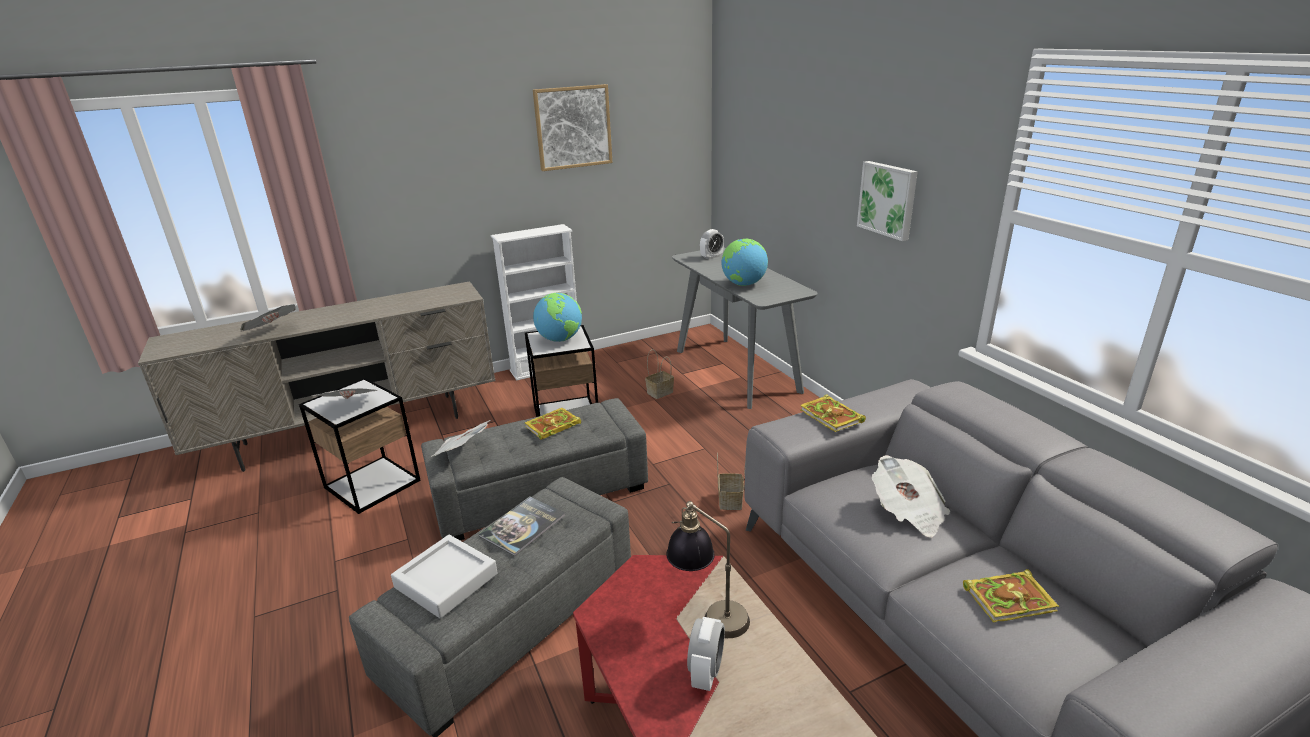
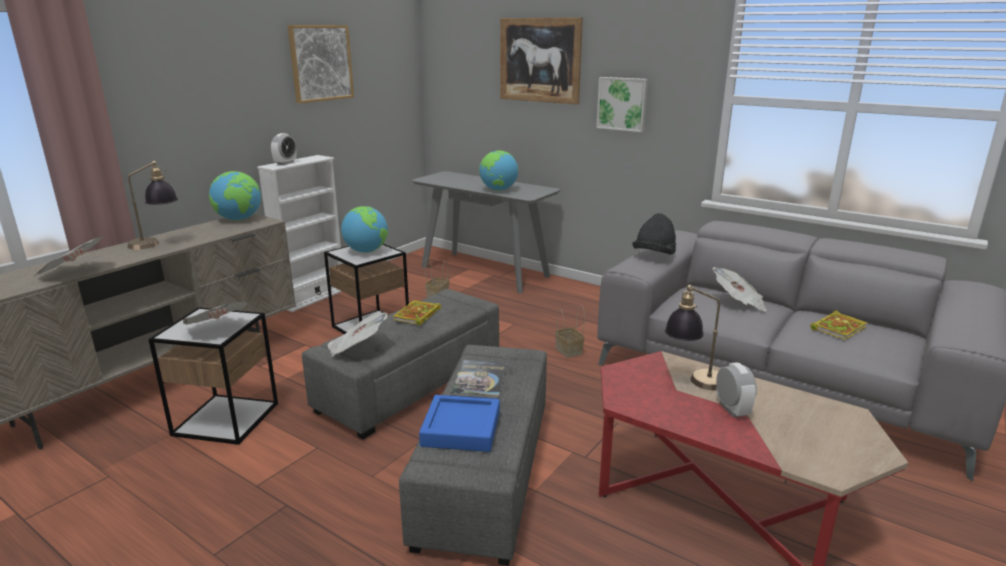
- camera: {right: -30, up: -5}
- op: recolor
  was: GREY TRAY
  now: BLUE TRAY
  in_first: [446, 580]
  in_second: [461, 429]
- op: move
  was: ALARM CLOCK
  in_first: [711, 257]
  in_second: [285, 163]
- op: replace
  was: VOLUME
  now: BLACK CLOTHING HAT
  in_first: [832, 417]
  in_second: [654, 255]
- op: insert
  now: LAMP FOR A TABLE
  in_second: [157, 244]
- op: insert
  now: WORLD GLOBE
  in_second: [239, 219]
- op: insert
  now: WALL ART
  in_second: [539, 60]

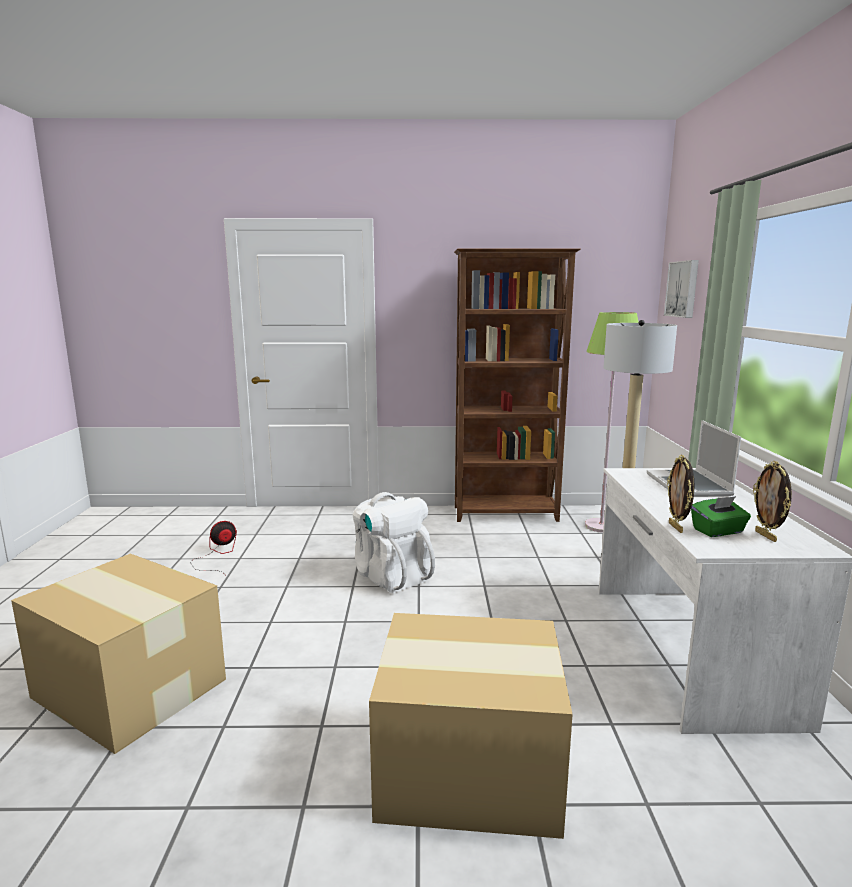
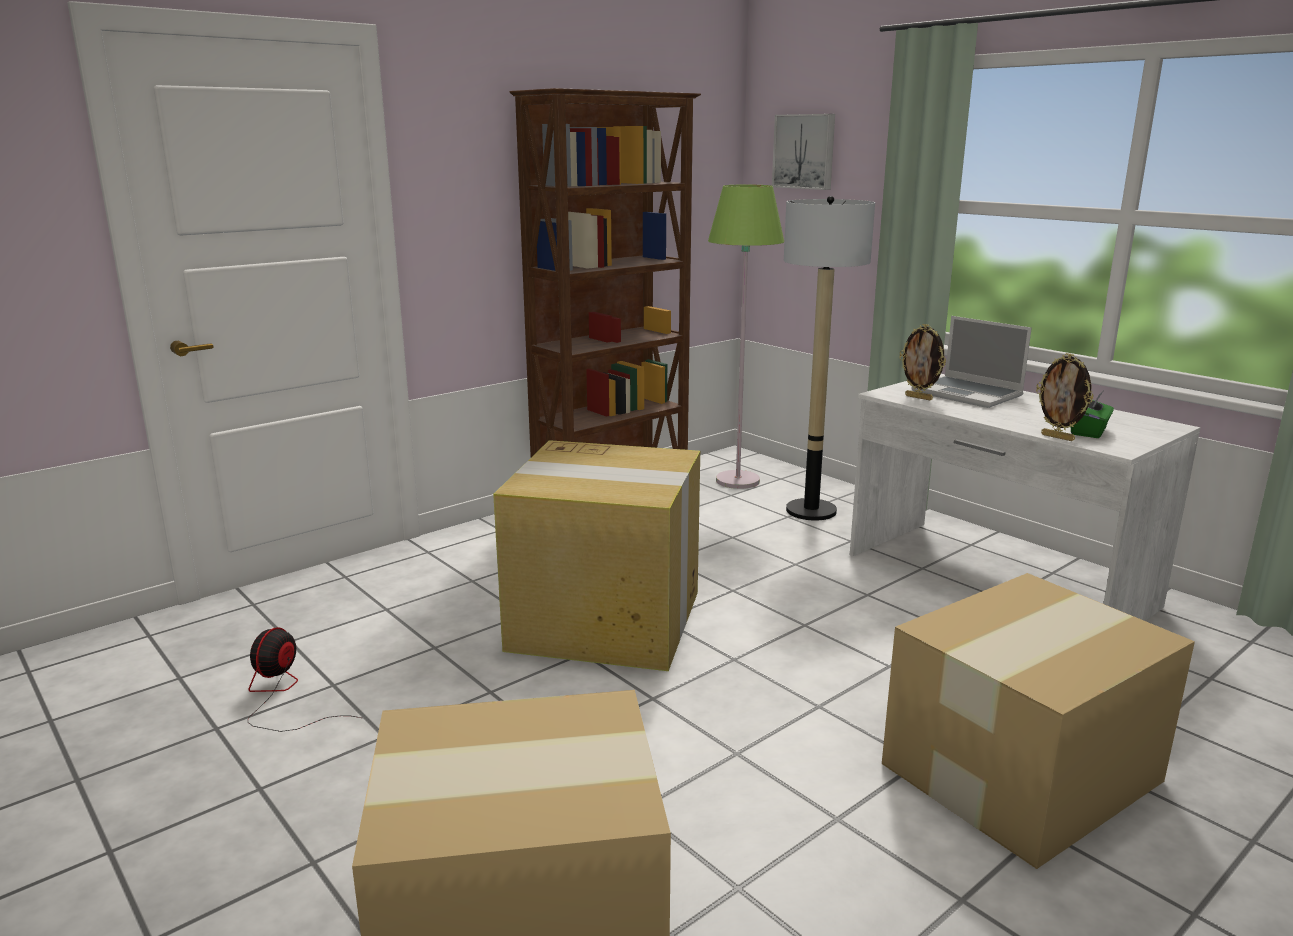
- camera: {right: -40, up: 5}
- op: replace
  was: WHITISH BACKPACK
  now: CARDBOARD BOX
  in_first: [391, 576]
  in_second: [608, 621]
- op: move
  was: PICTURE FRAME
  in_first: [766, 536]
  in_second: [919, 397]

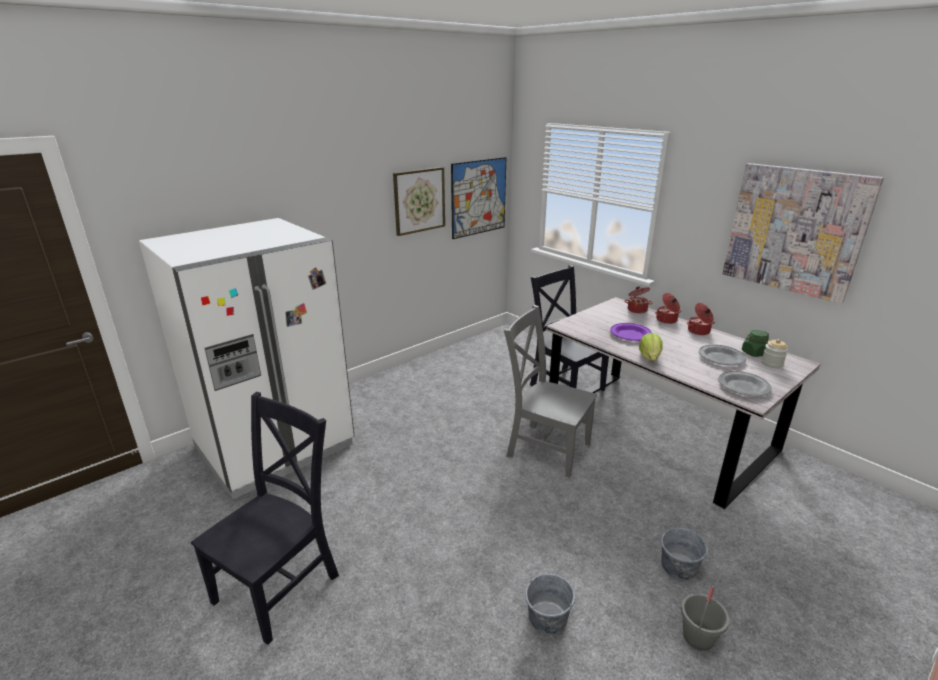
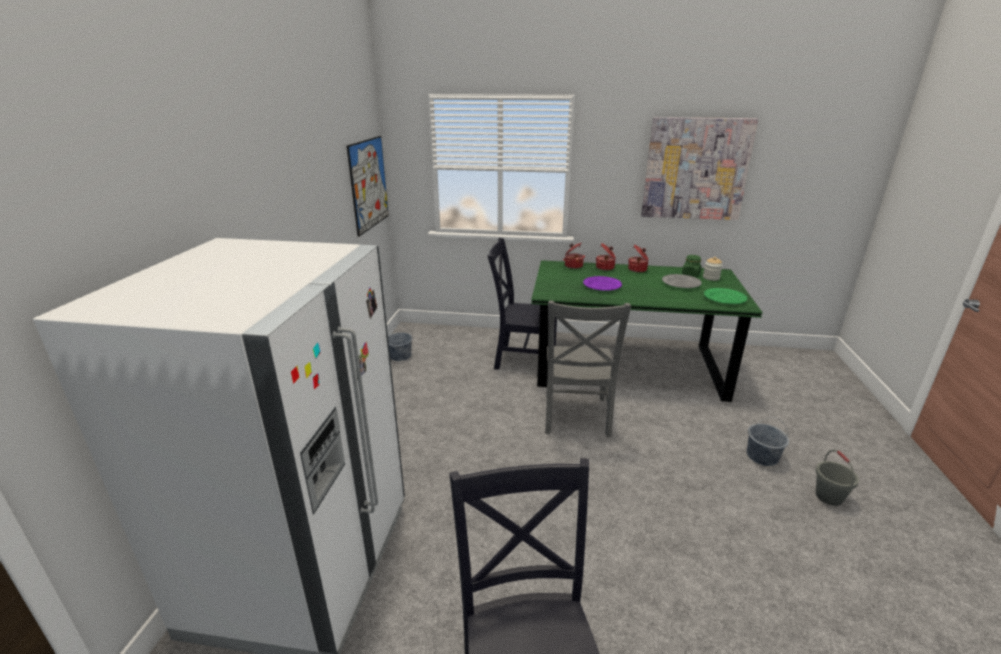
- camera: {right: -40, up: 0}
- op: delete
  was: WALL ART
  in_first: [419, 200]
- op: rotate
  was: GREY CHAIR
  in_first: [545, 448]
  in_second: [576, 417]
  clockwise: -75
- op: move
  was: GREY WATER BUCKET
  in_first: [547, 617]
  in_second: [400, 356]
- op: recolor
  was: GREY DINNER TABLE
  now: GREEN-COLOURED DINNER TABLE
  in_first: [658, 429]
  in_second: [628, 364]
- op: delete
  was: HEAD OF LETTUCE
  in_first: [650, 357]
- op: recolor
  was: GREY FLAT DISH
  now: GREEN-COLOURED FLAT DISH
  in_first: [743, 386]
  in_second: [725, 298]

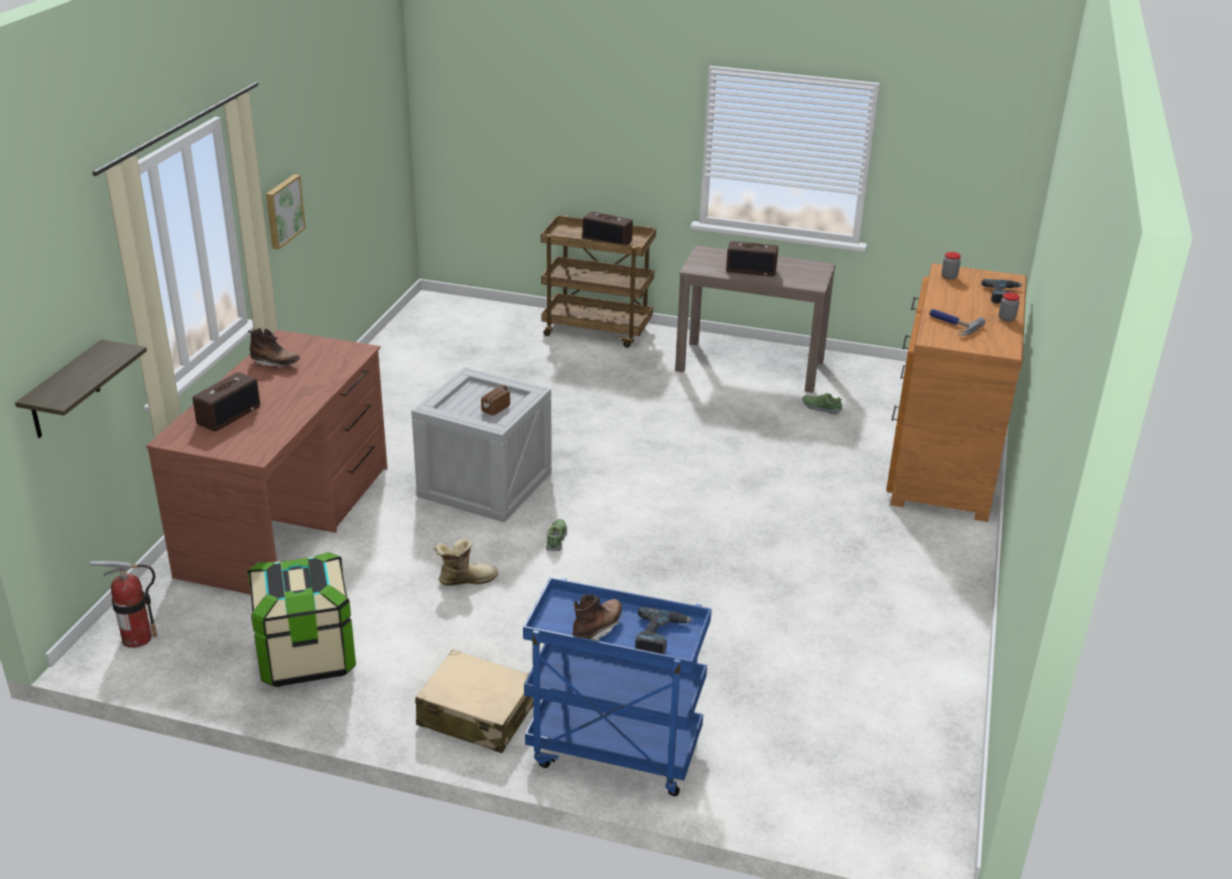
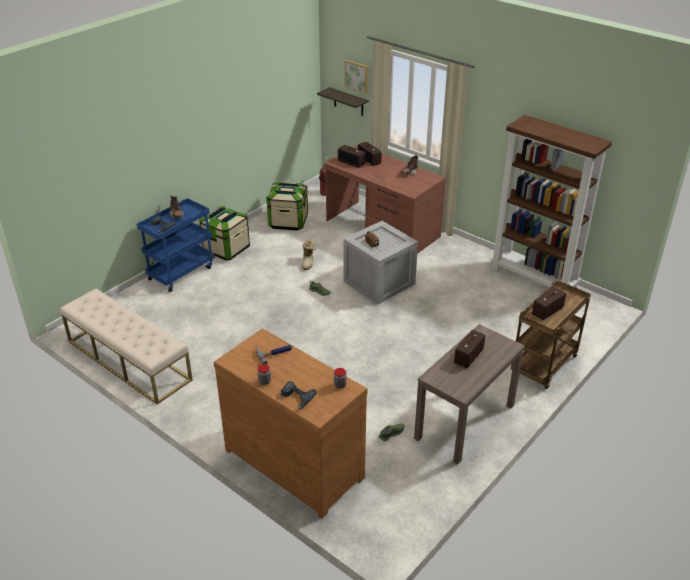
- camera: {right: 115, up: 5}
- op: move
  was: WALL ART
  in_first: [283, 211]
  in_second: [357, 76]
- op: replace
  was: SAND-COLOURED SUITCASE
  now: STORAGE BIN
  in_first: [476, 715]
  in_second: [226, 249]
- op: insert
  now: SAND-COLOURED BENCH
  in_second: [128, 360]
- op: insert
  now: RADIO RECEIVER
  in_second: [351, 162]
- op: insert
  now: BROWNISH BOOKSHELF
  in_second: [534, 279]

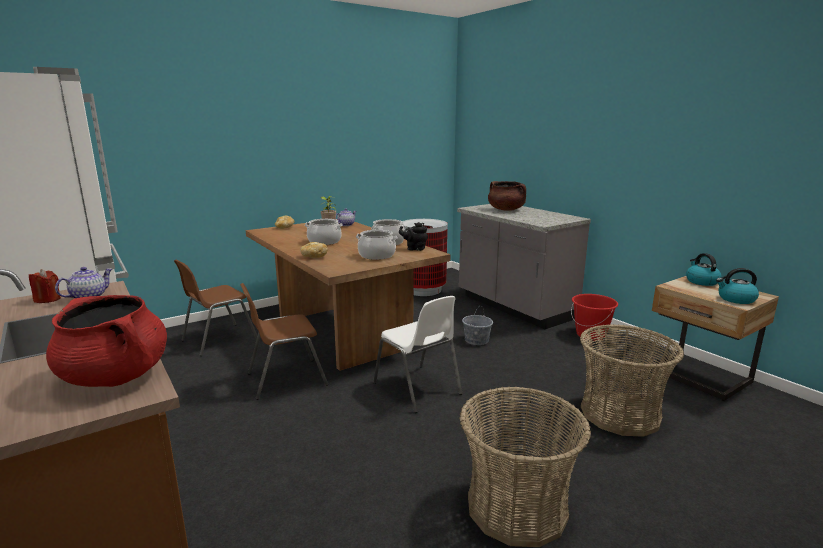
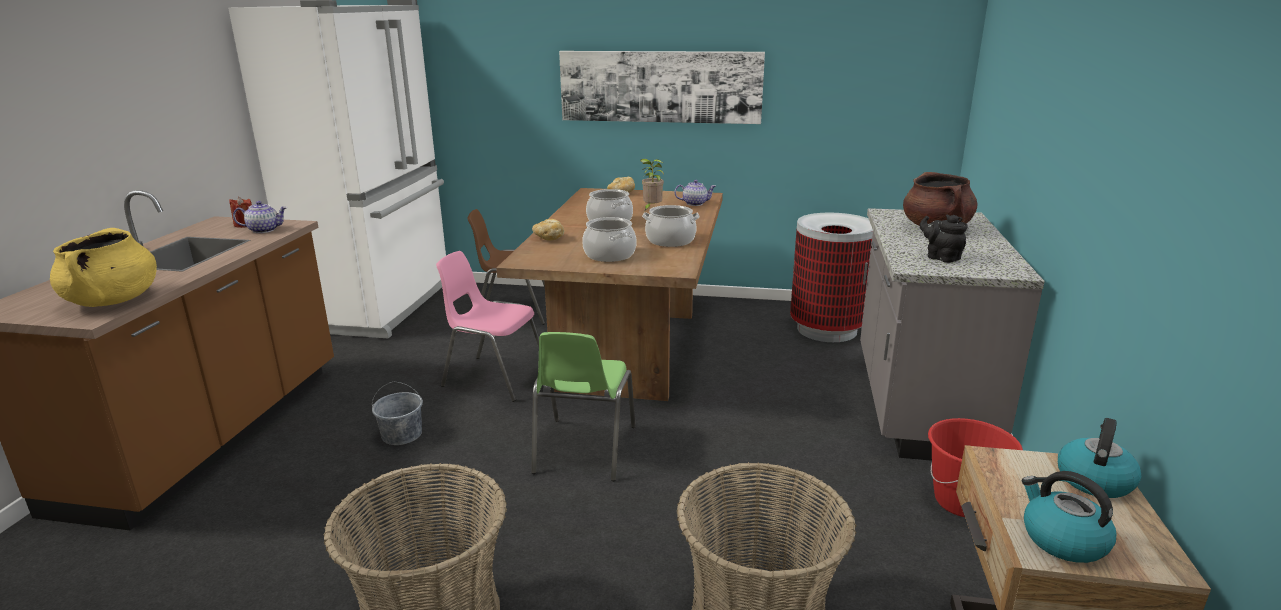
- camera: {right: 45, up: 5}
- op: recolor
  was: RED-COLOURED SAUCEPOT
  now: YELLOWISH SAUCEPOT
  in_first: [116, 377]
  in_second: [113, 301]
- op: recolor
  was: BROWNISH CHAIR
  now: PINK-COLOURED CHAIR
  in_first: [285, 379]
  in_second: [494, 377]
- op: recolor
  was: WHITISH CHAIR
  now: GREEN-COLOURED CHAIR
  in_first: [418, 389]
  in_second: [583, 450]
- op: move
  was: BLACK POT FOR TEA
  in_first: [414, 249]
  in_second: [941, 257]
- op: move
  was: GREY WATER BUCKET
  in_first: [476, 340]
  in_second: [402, 435]
- op: insert
  now: WALL ART
  in_second: [660, 86]

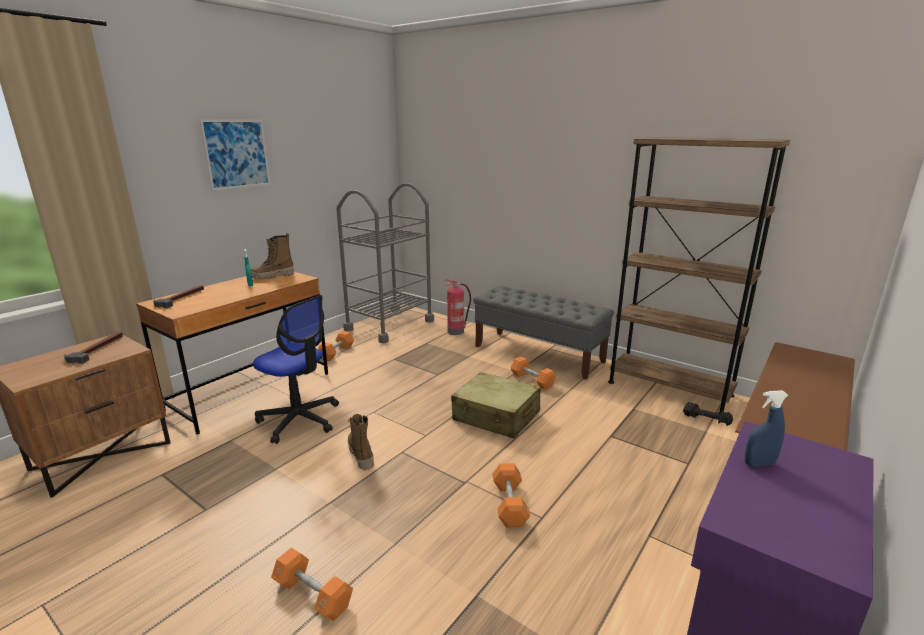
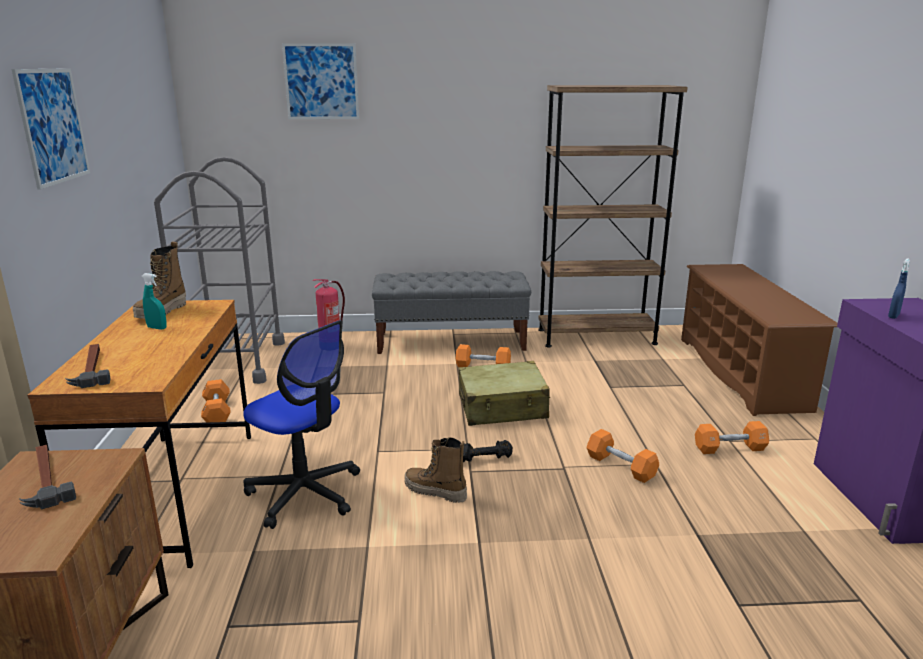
- camera: {right: -40, up: 0}
- op: rotate
  was: DESK CHAIR
  in_first: [299, 420]
  in_second: [305, 493]
  clockwise: 45
- op: move
  was: ORANGE DUMBBELL
  in_first: [313, 594]
  in_second: [729, 448]
- op: move
  was: BLACK DUMBBELL
  in_first: [706, 419]
  in_second: [483, 458]
- op: insert
  now: WALL ART
  in_second: [321, 81]

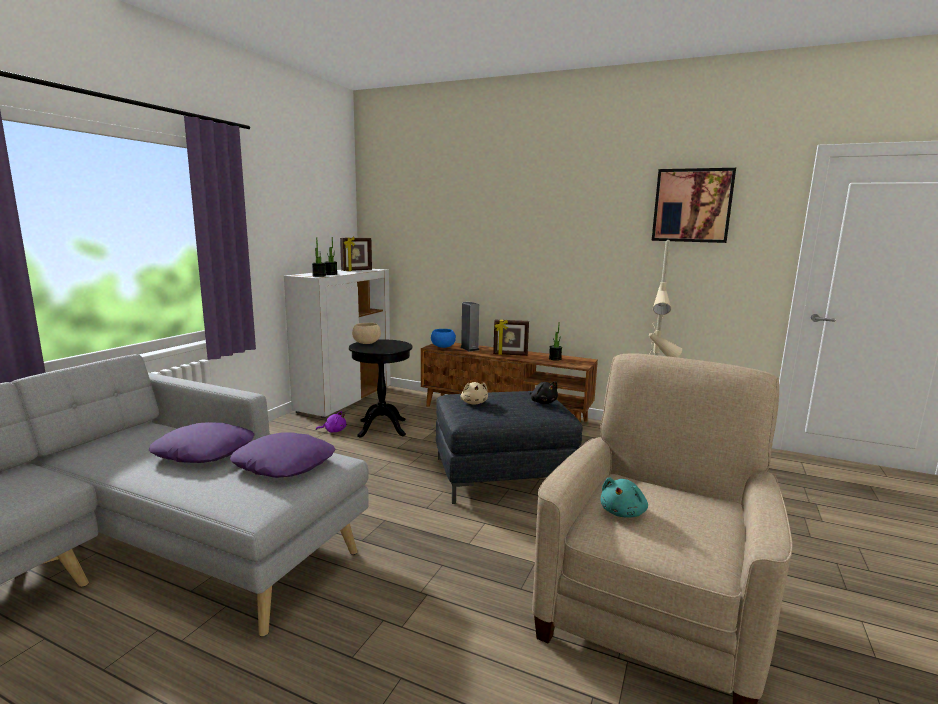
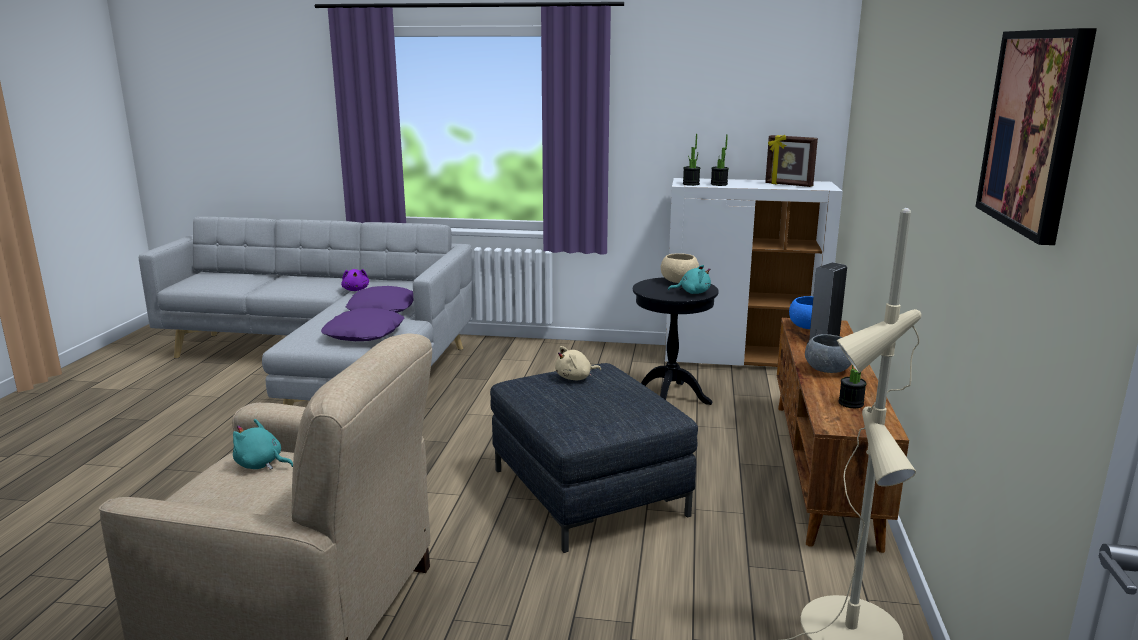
- camera: {right: 75, up: 5}
- op: move
  was: PURPLE-COLOURED CUDDLY TOY
  in_first: [334, 431]
  in_second: [356, 290]
- op: replace
  was: PICTURE FRAME
  now: GREY DEEP DISH
  in_first: [510, 354]
  in_second: [827, 370]
- op: delete
  was: BLACK CUDDLY TOY
  in_first: [543, 402]
- op: insert
  now: BLUE-GREEN CUDDLY TOY
  in_second: [692, 292]

